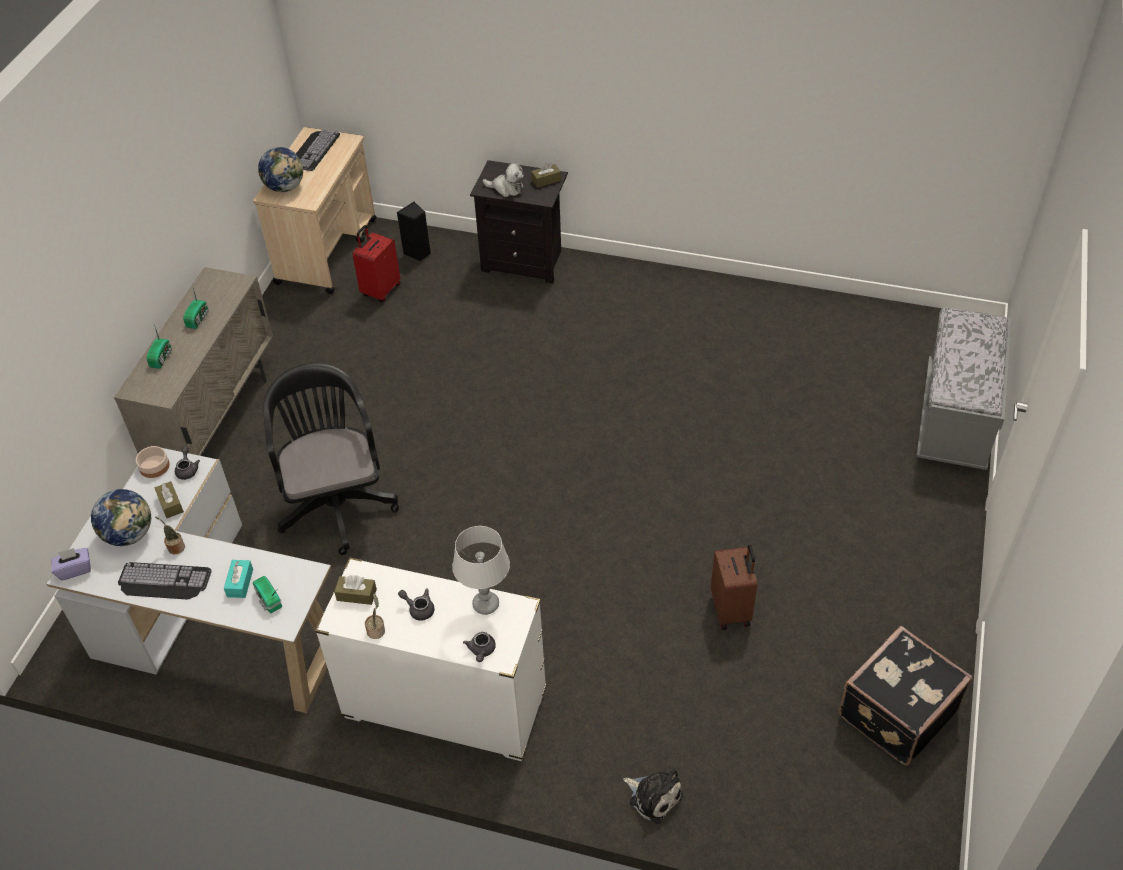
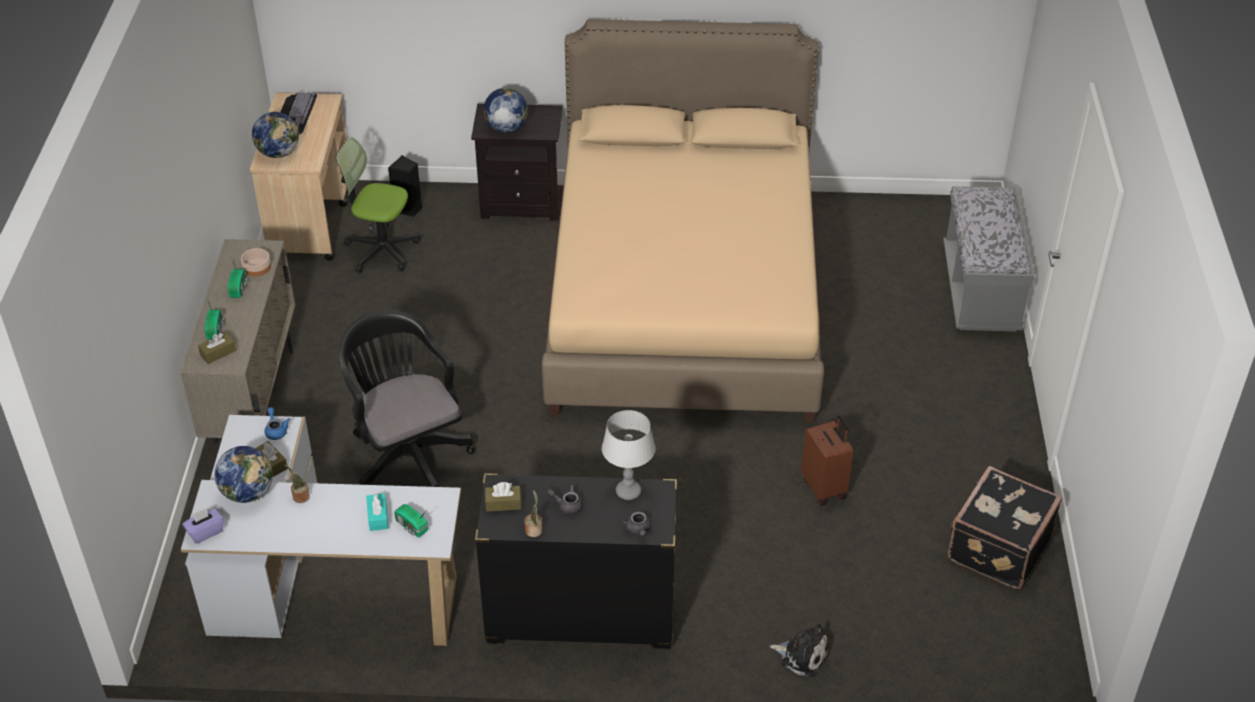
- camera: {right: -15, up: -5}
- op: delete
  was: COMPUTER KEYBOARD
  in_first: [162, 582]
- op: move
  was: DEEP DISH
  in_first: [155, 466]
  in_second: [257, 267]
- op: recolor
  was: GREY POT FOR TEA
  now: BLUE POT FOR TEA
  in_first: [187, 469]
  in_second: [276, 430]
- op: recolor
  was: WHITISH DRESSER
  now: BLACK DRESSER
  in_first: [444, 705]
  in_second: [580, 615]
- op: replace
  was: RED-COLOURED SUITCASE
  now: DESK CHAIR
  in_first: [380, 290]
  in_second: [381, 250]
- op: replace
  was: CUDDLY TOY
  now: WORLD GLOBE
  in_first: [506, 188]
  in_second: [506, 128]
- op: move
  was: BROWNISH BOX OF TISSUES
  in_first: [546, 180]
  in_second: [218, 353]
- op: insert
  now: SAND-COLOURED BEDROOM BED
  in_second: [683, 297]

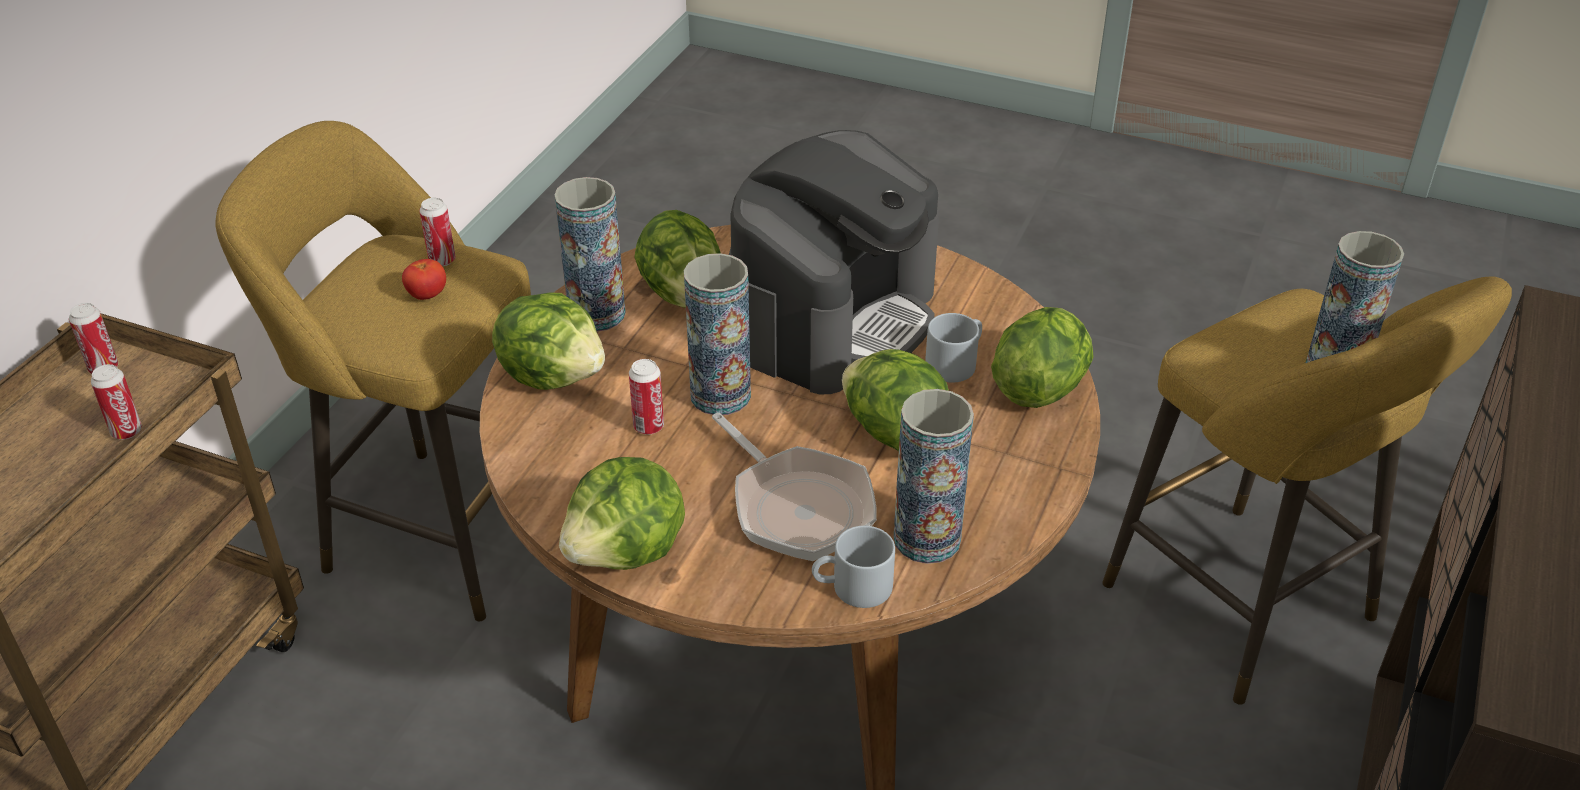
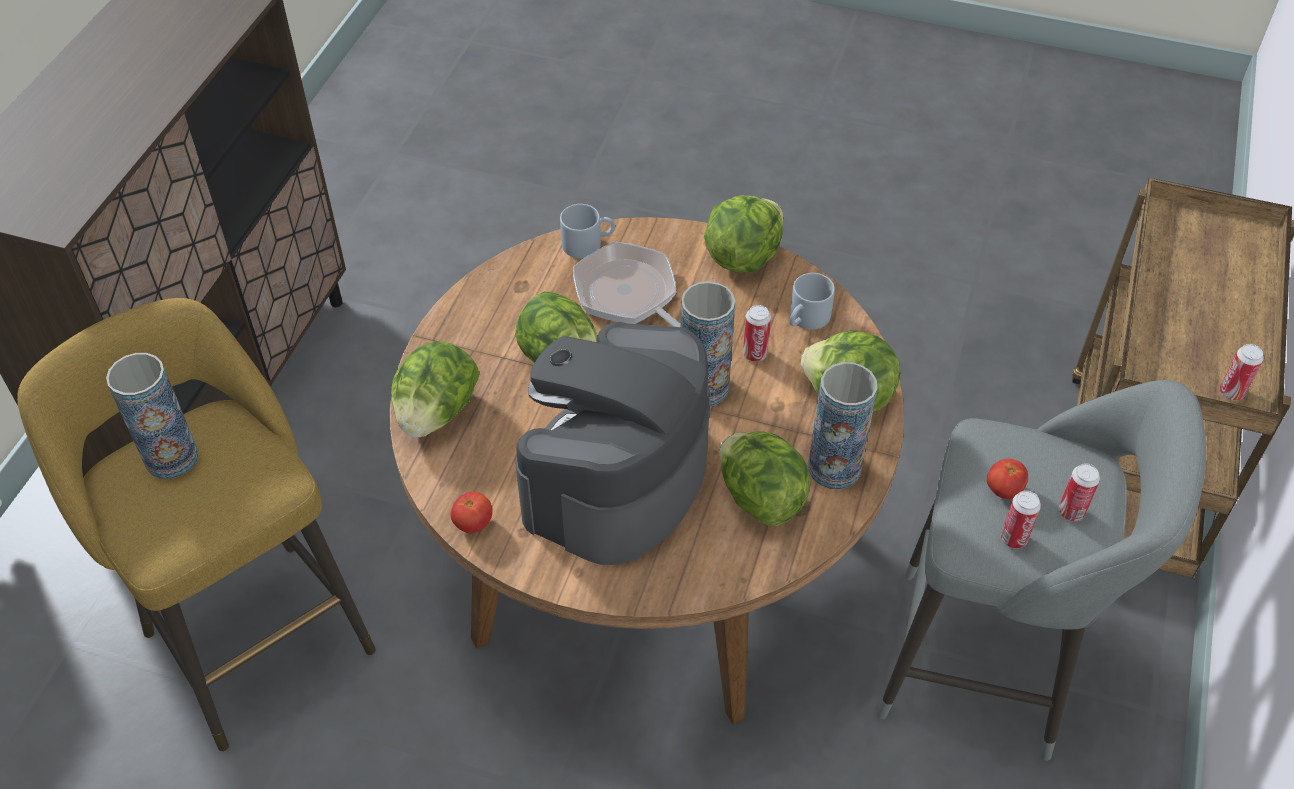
- camera: {right: 175, up: 10}
- op: move
  was: SEALED CAN
  in_first: [126, 431]
  in_second: [1071, 512]
- op: recolor
  was: YELLOWISH STOOL
  now: GREY STOOL
  in_first: [436, 528]
  in_second: [988, 666]
- op: delete
  was: FLOWER VASE
  in_first: [927, 539]
- op: move
  was: GREY TEA MUG
  in_first: [955, 362]
  in_second: [806, 319]
- op: insert
  now: TOMATO
  in_second: [473, 523]

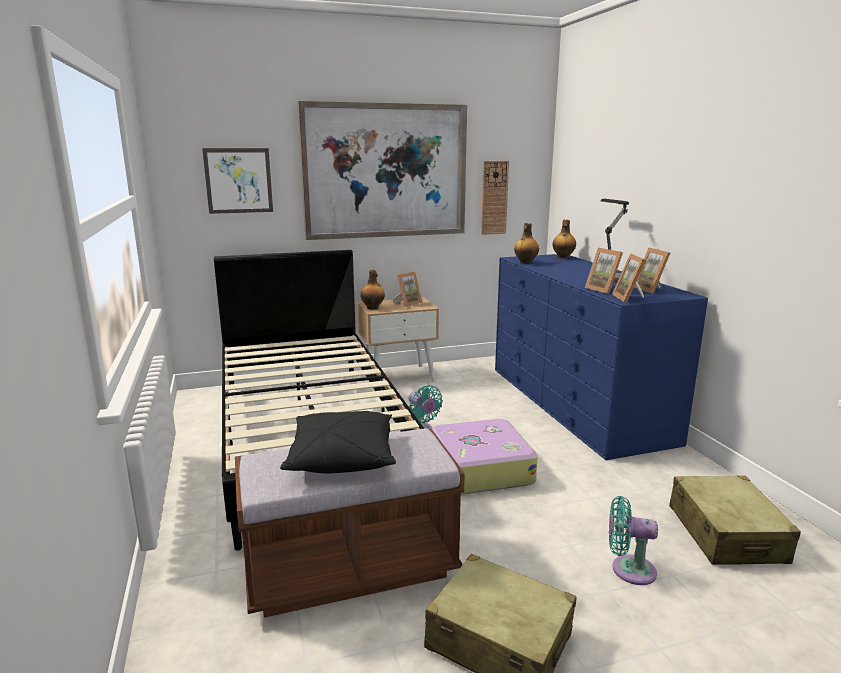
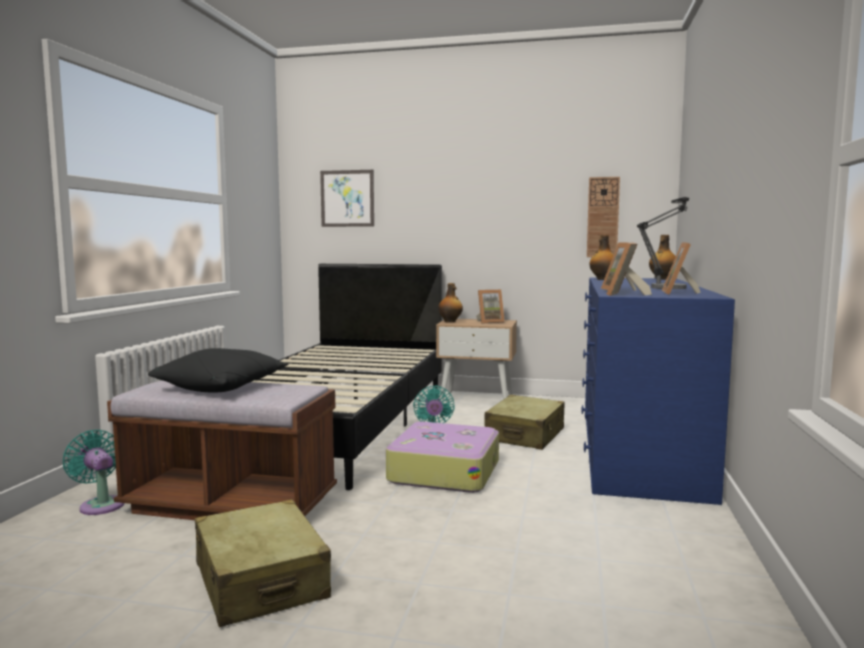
- camera: {right: 30, up: -10}
- op: delete
  was: WALL ART
  in_first: [385, 171]
- op: move
  was: BLUE-GREEN FAN
  in_first: [628, 569]
  in_second: [100, 504]
- op: move
  was: SAND-COLOURED SUITCASE
  in_first: [726, 534]
  in_second: [525, 435]

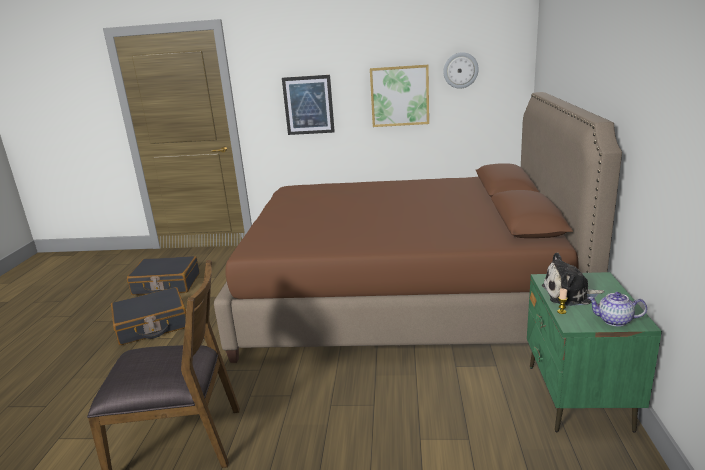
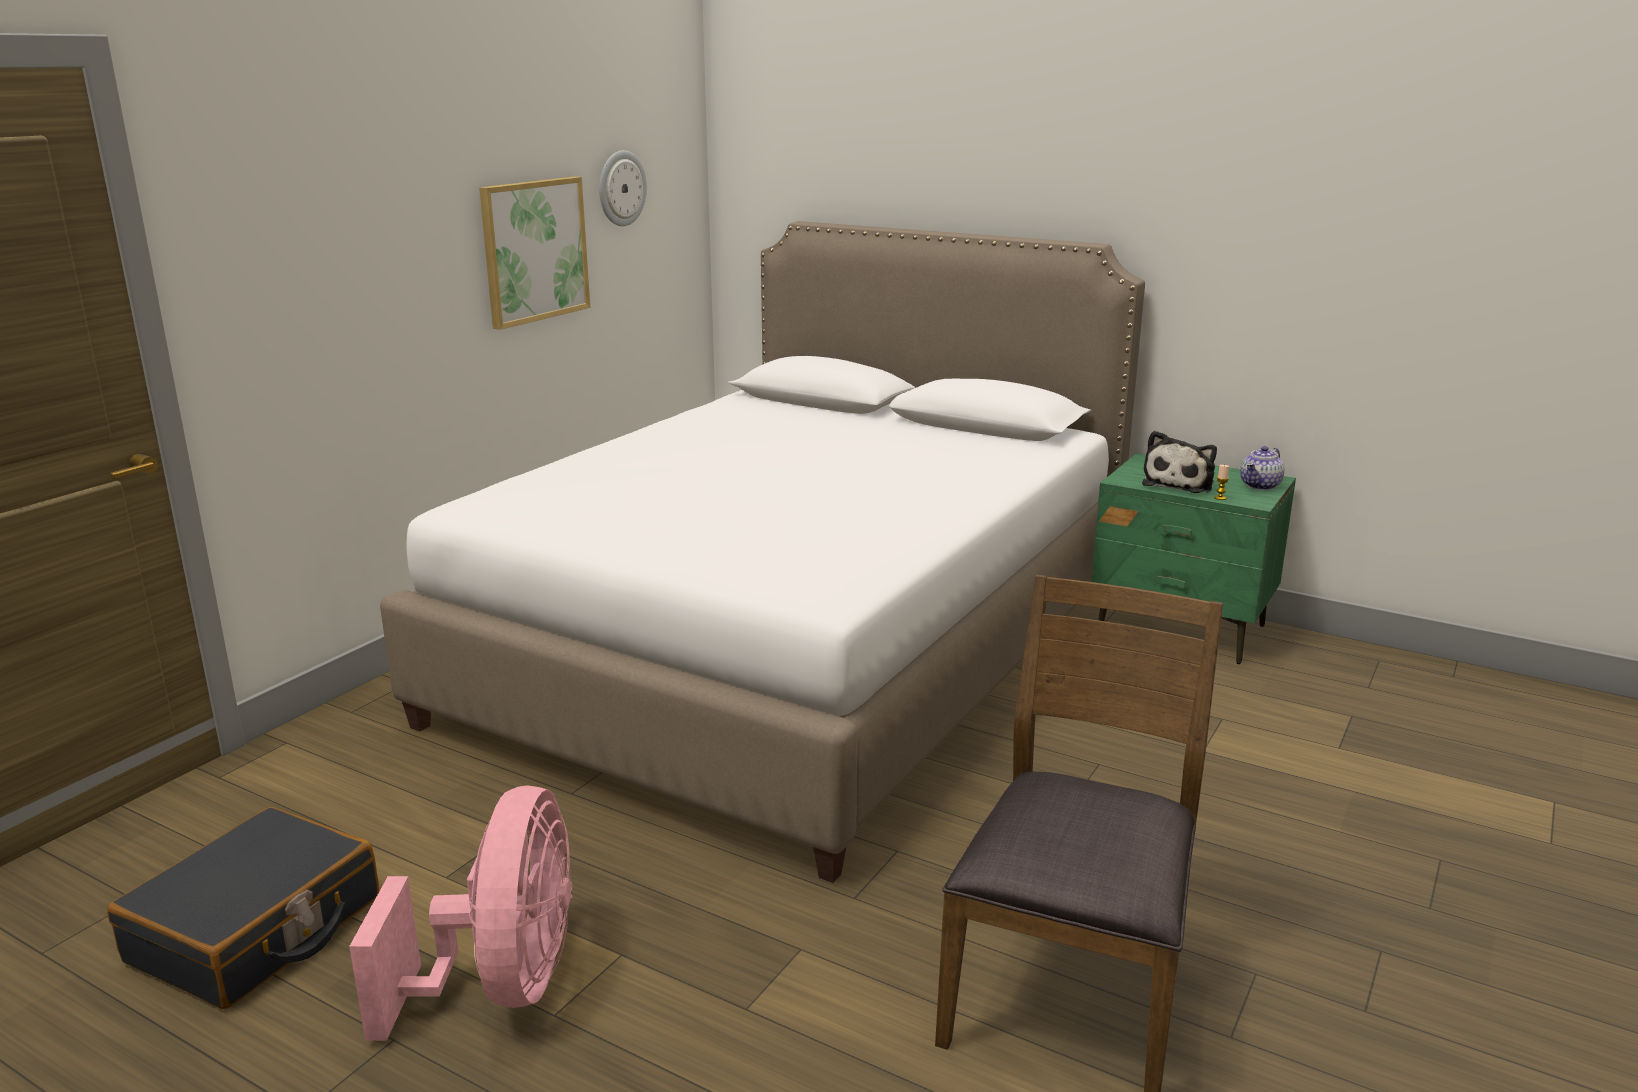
- camera: {right: -65, up: 0}
- op: replace
  was: BLACK SUITCASE
  now: PINK-COLOURED FAN
  in_first: [152, 325]
  in_second: [503, 984]
- op: recolor
  was: BROWNISH BEDROOM BED
  now: WHITISH BEDROOM BED
  in_first: [403, 298]
  in_second: [797, 652]
- op: delete
  was: WALL ART
  in_first: [308, 105]

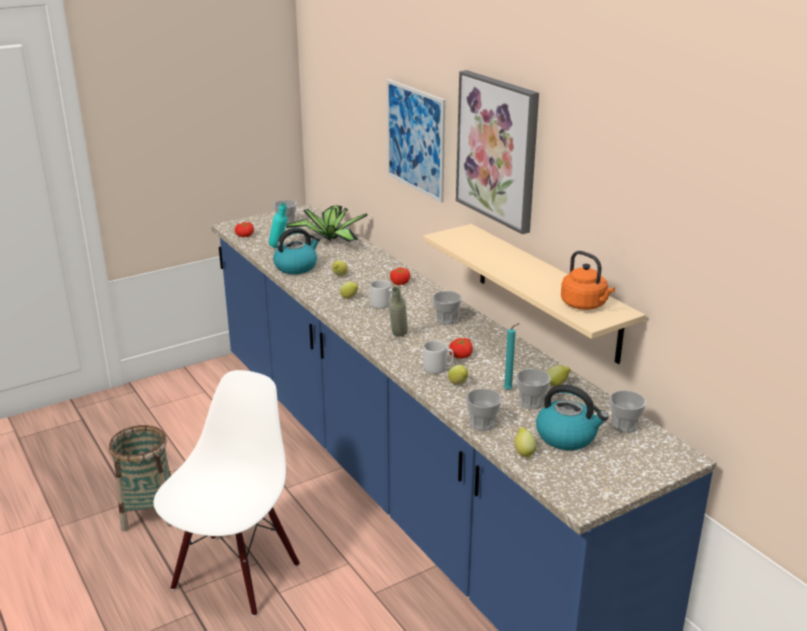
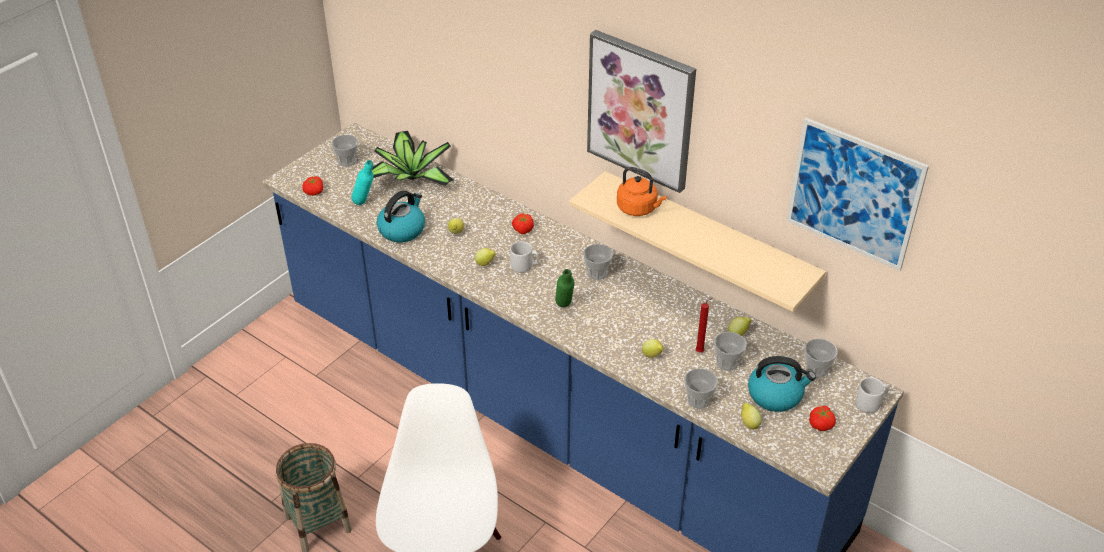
- camera: {right: -20, up: 15}
- op: move
  was: WALL ART
  in_first: [415, 139]
  in_second: [854, 194]
- op: recolor
  was: GREY BOTTLE
  now: GREEN-COLOURED BOTTLE
  in_first: [398, 337]
  in_second: [564, 308]
- op: move
  was: GREY TEA MUG
  in_first: [438, 368]
  in_second: [870, 403]
- op: move
  was: TOMATO
  in_first: [461, 355]
  in_second: [821, 424]
- op: recolor
  was: BLUE-GREEN WAX CANDLE
  now: RED-COLOURED WAX CANDLE
  in_first: [509, 390]
  in_second: [701, 351]
- op: move
  was: ORANGE WATER KETTLE
  in_first: [585, 305]
  in_second: [638, 208]

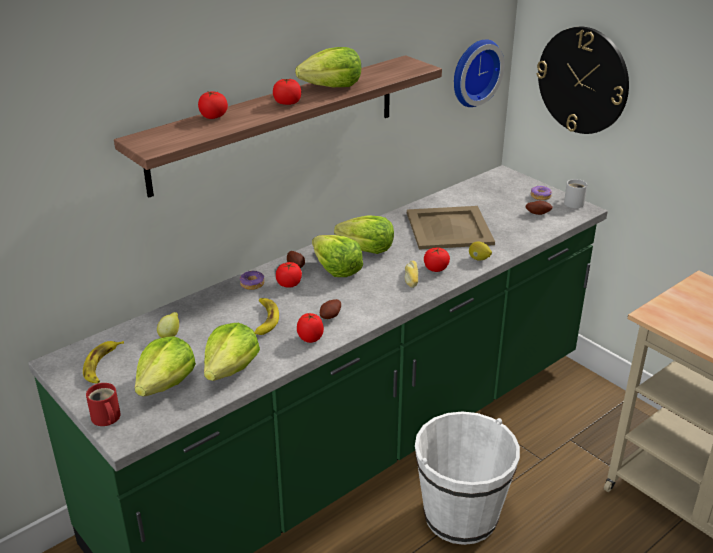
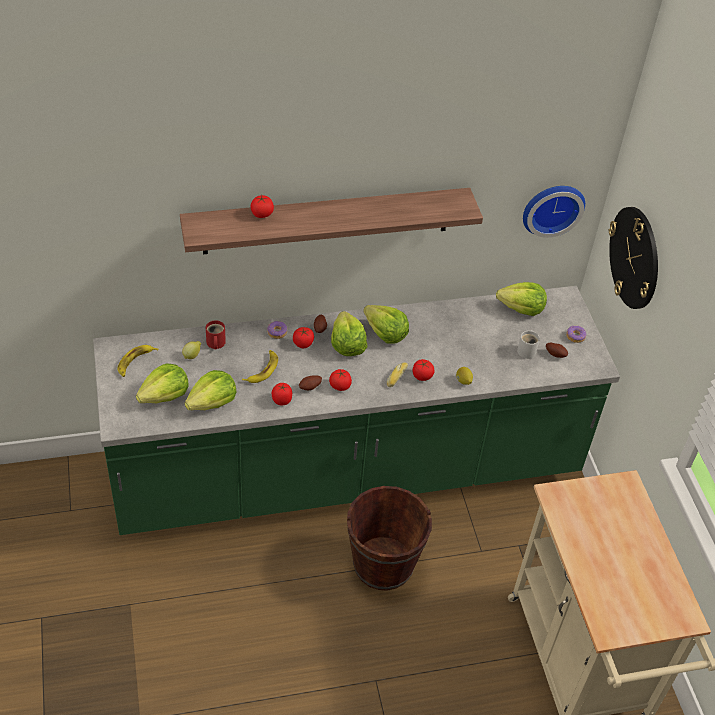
- camera: {right: 25, up: 15}
- op: move
  was: RED-COLOURED TEA MUG
  in_first: [106, 419]
  in_second: [215, 343]
- op: move
  was: TOMATO
  in_first: [287, 103]
  in_second: [340, 386]
- op: move
  was: HEAD OF LETTUCE
  in_first: [332, 87]
  in_second: [521, 309]
- op: delete
  was: SAND-COLOURED TRAY
  in_first: [449, 228]
- op: recolor
  was: WHITISH WATER BUCKET
  now: BROWNISH WATER BUCKET
  in_first: [461, 516]
  in_second: [383, 564]
- op: move
  was: WHITISH TEA MUG
  in_first: [573, 202]
  in_second: [527, 350]

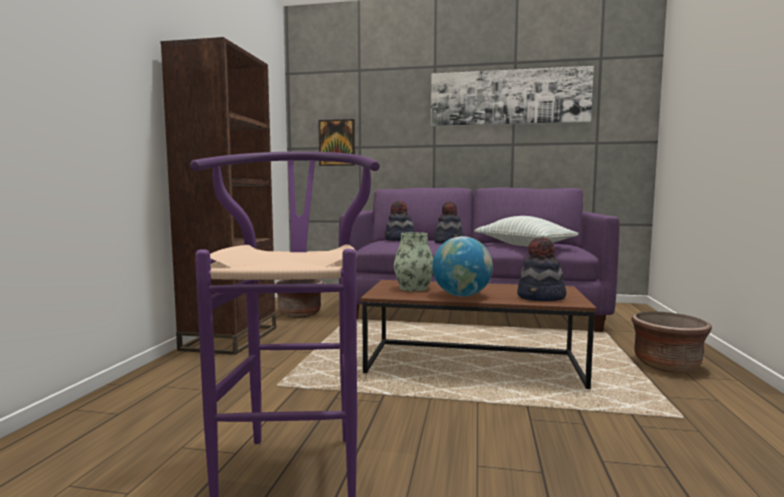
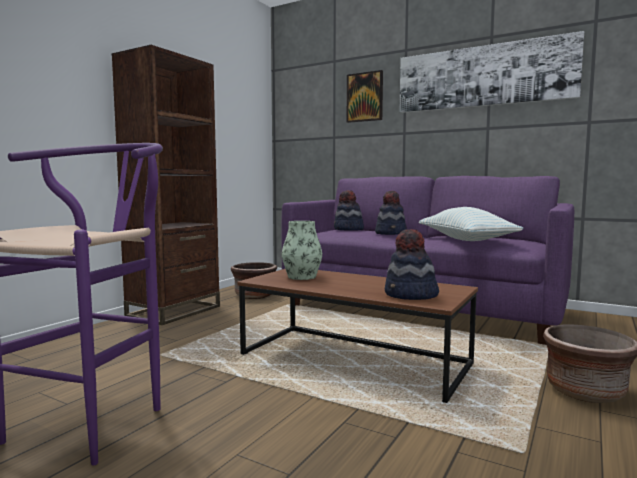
- camera: {right: 20, up: 0}
- op: move
  was: WALL ART
  in_first: [337, 143]
  in_second: [365, 97]
- op: delete
  was: WORLD GLOBE
  in_first: [461, 295]

